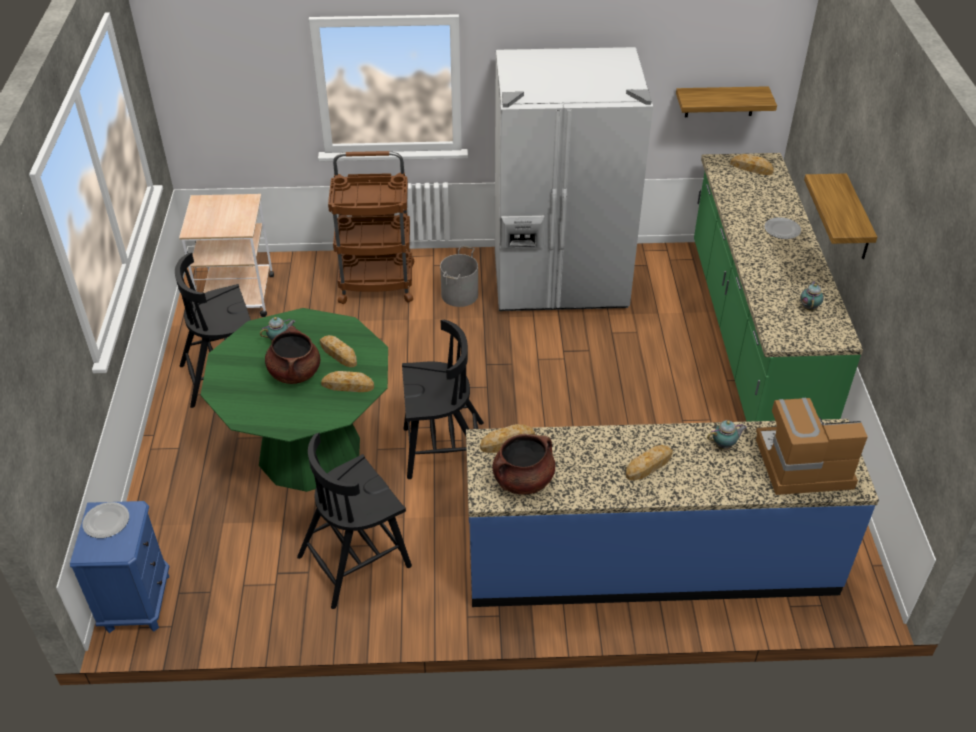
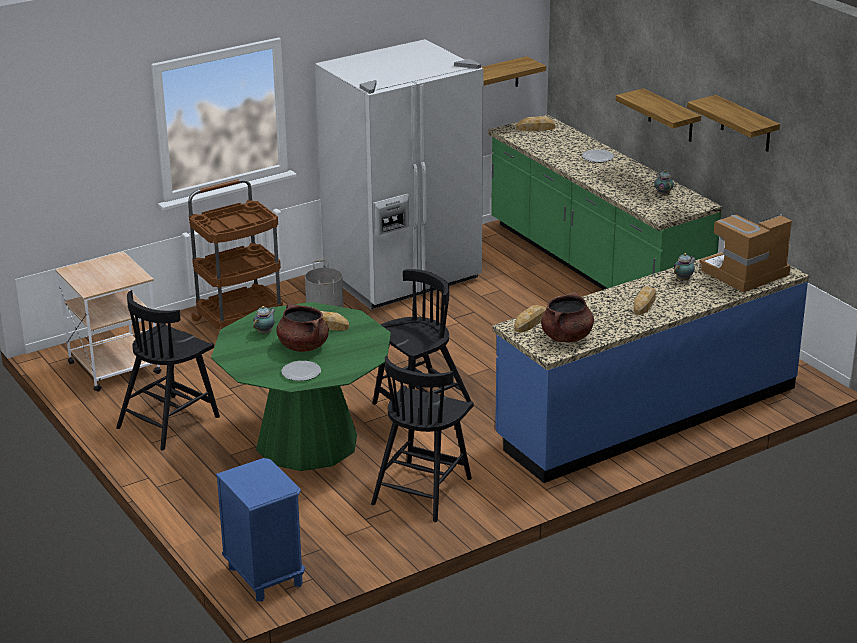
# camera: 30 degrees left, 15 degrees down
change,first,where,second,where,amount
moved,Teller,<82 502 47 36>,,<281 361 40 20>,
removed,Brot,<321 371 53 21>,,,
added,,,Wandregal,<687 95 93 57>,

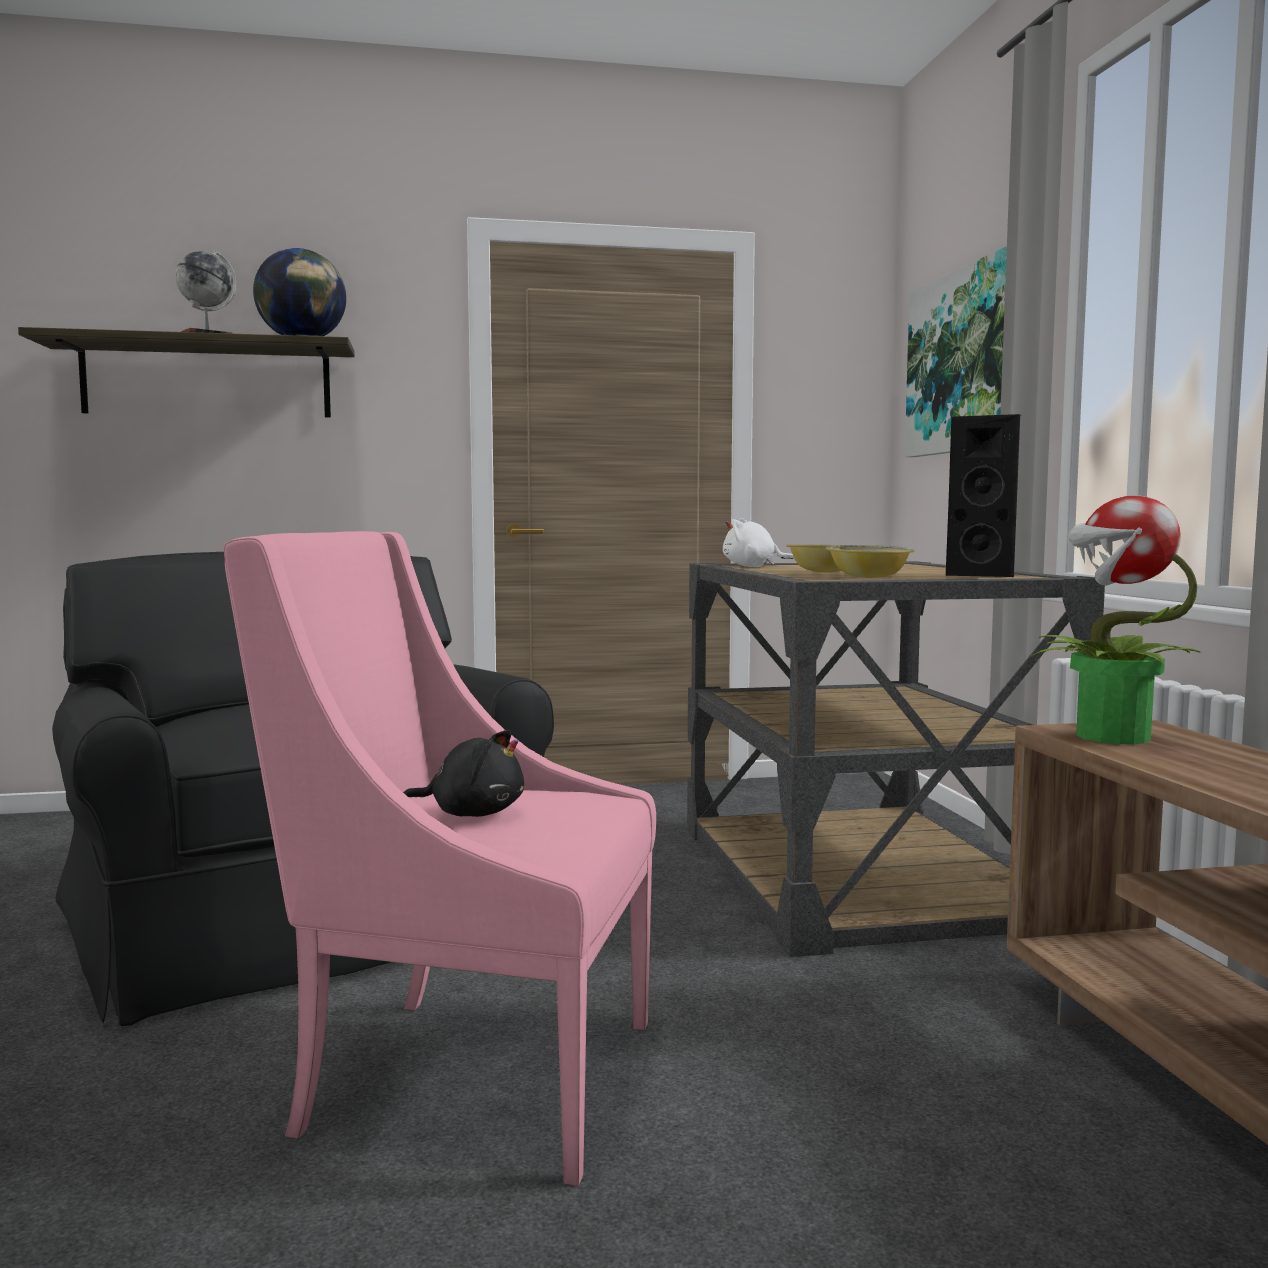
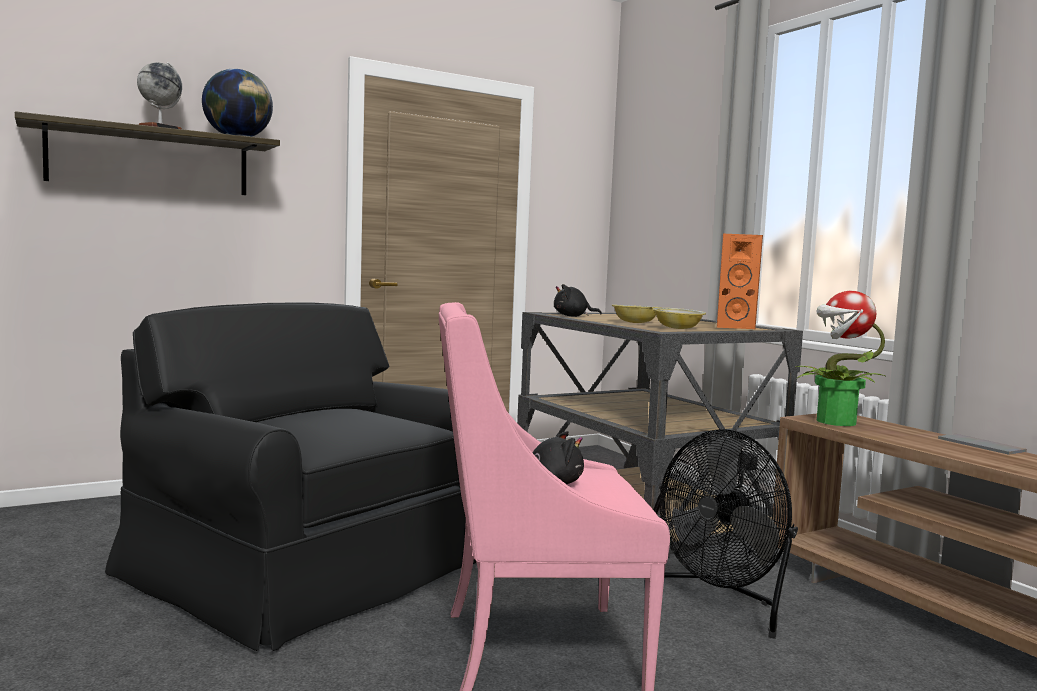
# camera: 20 degrees left, 0 degrees up
change,first,where,second,where,amount
recoloured,Plüschtier/weiß,<723 518 74 49>,Plüschtier/schwarz,<554 284 48 33>,
removed,Bild,<905 246 102 211>,,,
recoloured,Lautsprecher/schwarz,<946 414 75 163>,Lautsprecher/orange,<717 234 46 95>,
added,,,Ventilator/schwarz,<653 429 145 210>,

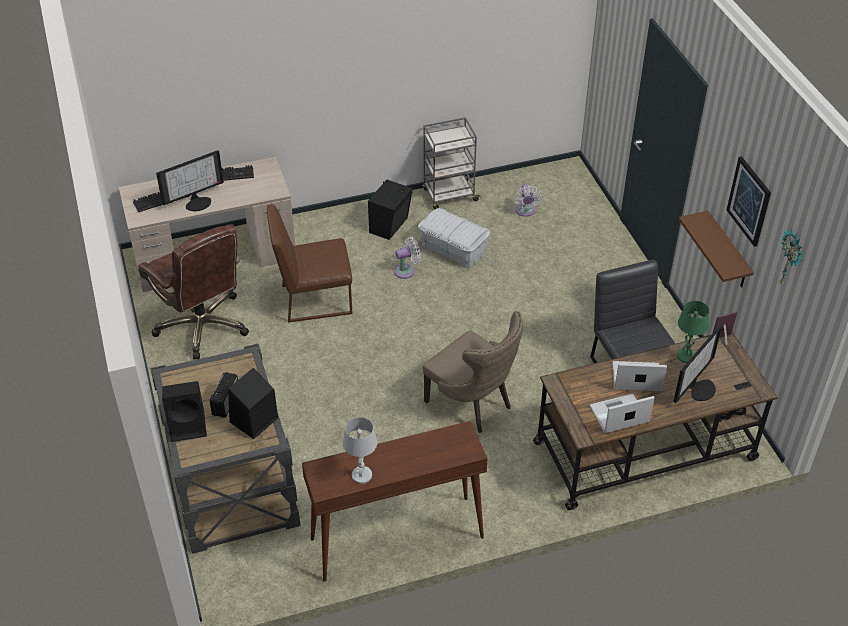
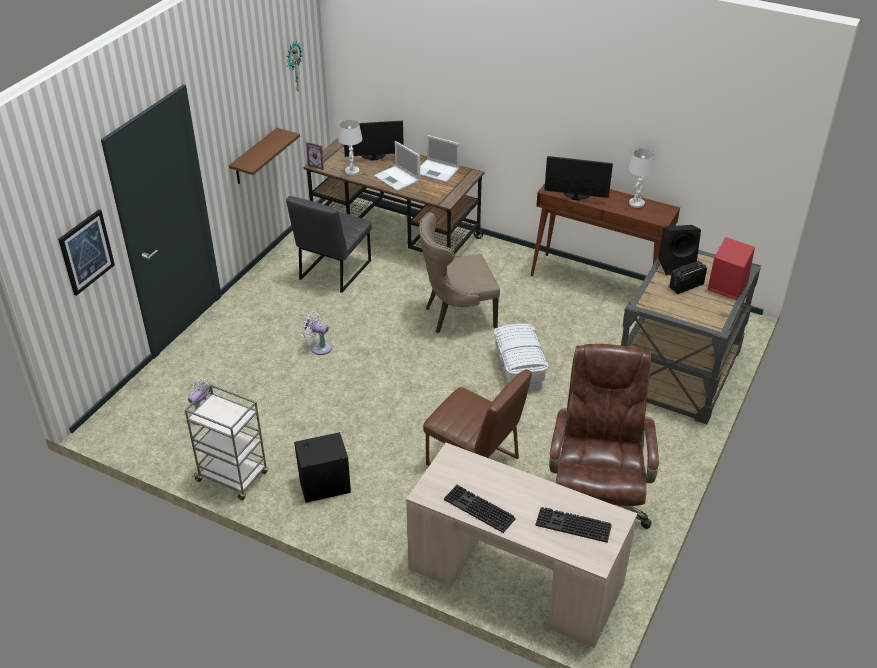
# camera: 135 degrees left, 5 degrees down
change,first,where,second,where,amount
moved,Monitor,<156 150 68 61>,,<544 156 69 45>,
recoloured,Lautsprecher/schwarz,<162 381 45 61>,Lautsprecher/rot,<708 237 47 63>,
moved,Ventilator/weiß,<394 237 27 42>,,<302 311 30 44>,
moved,Aufbewahrungsbox/weiß,<418 208 72 60>,,<494 324 54 67>,
turned,Stuhl/beige,<423 311 100 122>,,<419 212 81 121>,105 degrees counterclockwise
recoloured,Tischlampe/grün,<677 301 32 62>,Tischlampe/weiß,<338 120 24 55>,
moved,Bild,<727 156 44 91>,,<58 209 57 87>,

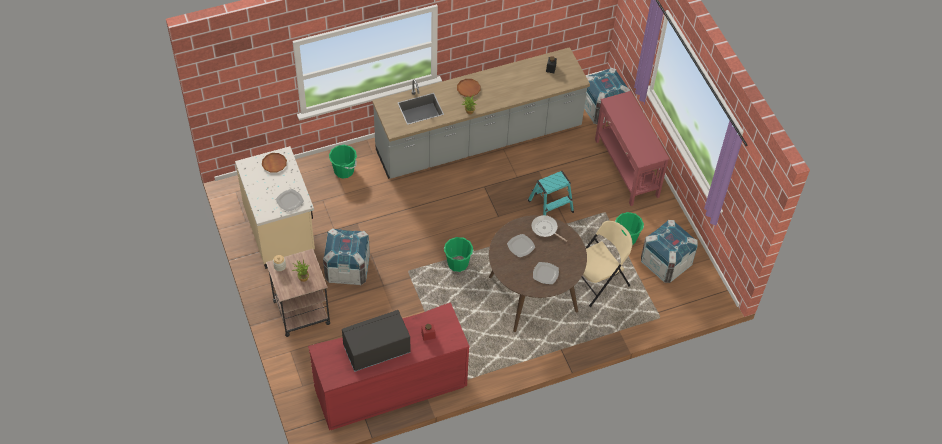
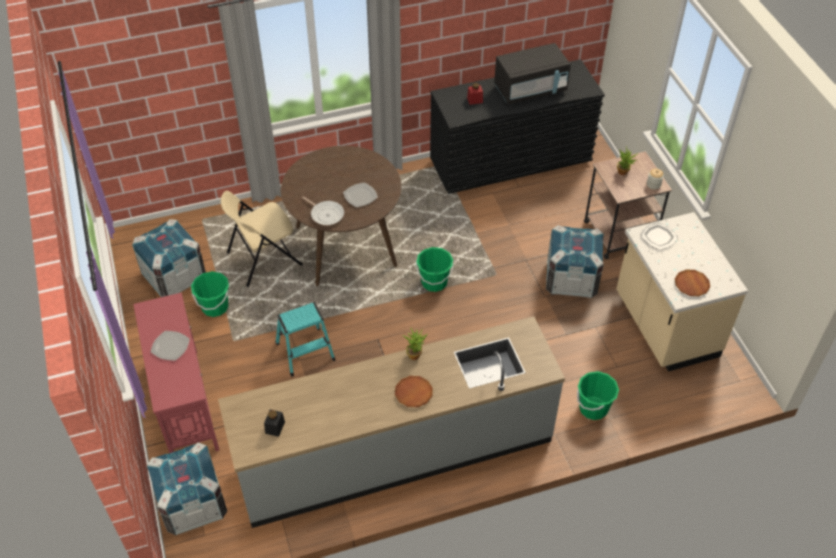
# camera: 175 degrees left, 5 degrees down
change,first,where,second,where,amount
recoloured,Kommode/rot,<308 302 162 128>,Kommode/schwarz,<430 59 175 135>,
moved,Teller,<533 262 26 22>,,<151 331 39 30>,

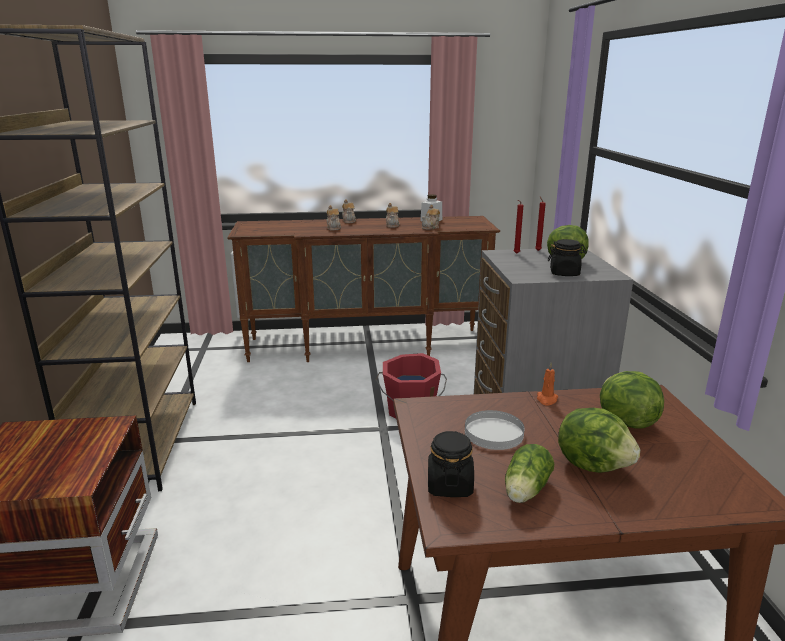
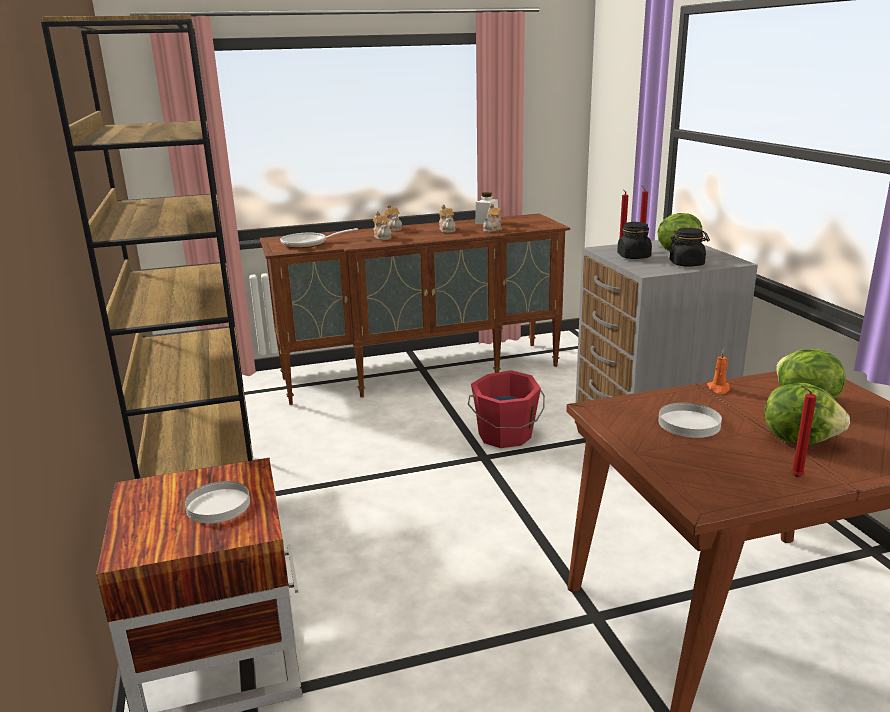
# camera: 10 degrees left, 0 degrees up
change,first,where,second,where,amount
moved,Vorratsglas/schwarz,<428 431 46 66>,,<617 222 35 37>,
removed,Salatkopf,<505 444 49 59>,,,
added,,,Teller/weiß,<185 481 65 42>,
added,,,Pfanne,<280 228 78 20>,
added,,,Kerze/rot,<791 385 26 92>,

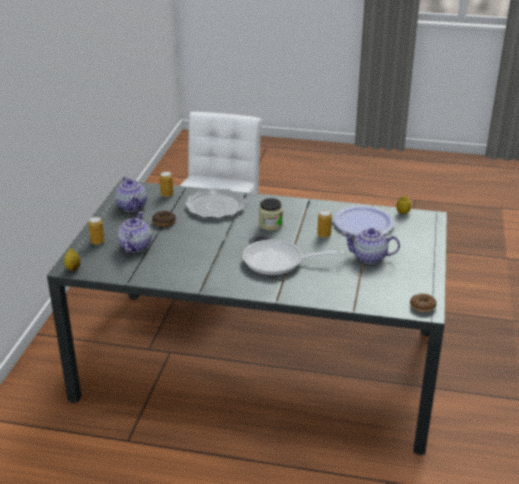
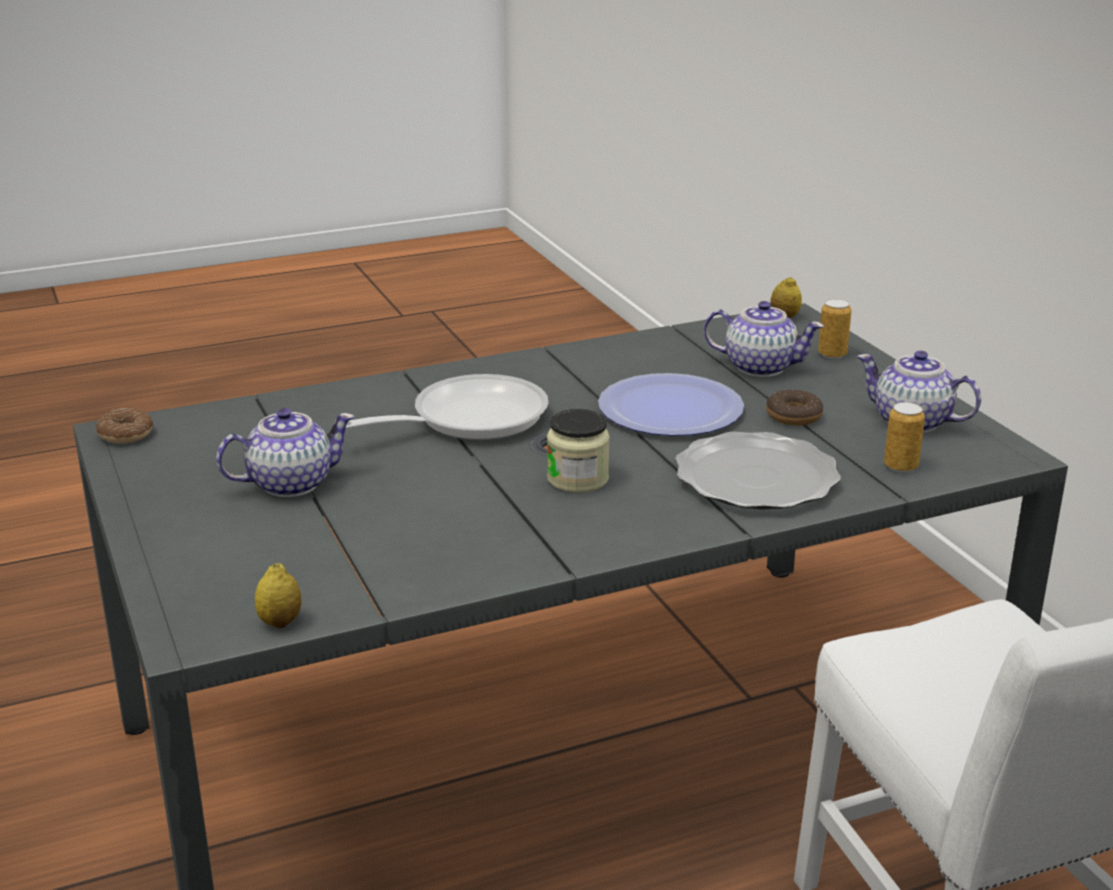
# camera: 145 degrees right, 5 degrees down
change,first,where,second,where,amount
turned,Teekanne,<117 212 35 41>,,<704 301 120 76>,45 degrees counterclockwise
removed,Dose,<317 210 15 28>,,,
moved,Teller,<333 206 62 30>,,<598 373 146 63>,

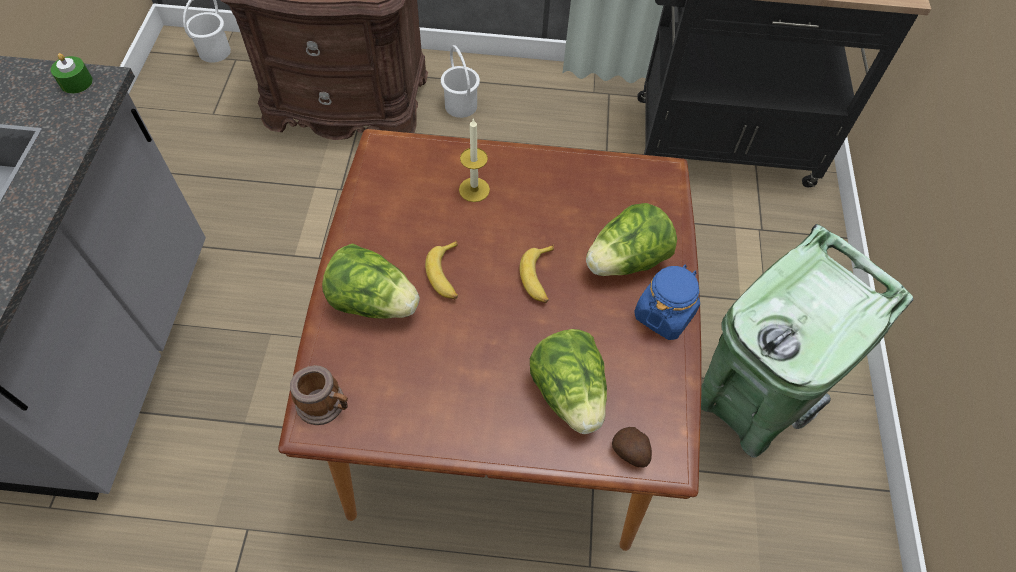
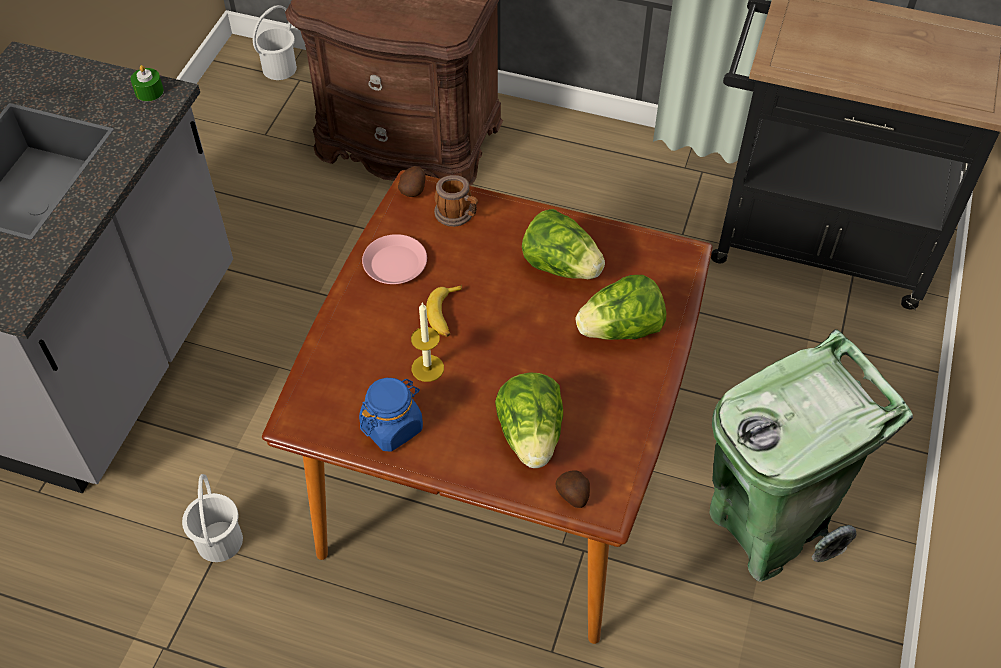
# camera: 15 degrees right, 5 degrees down
change,first,where,second,where,amount
moved,Henkelbecher,<290 365 58 60>,,<434 175 44 52>,
moved,Salatkopf,<322 243 98 76>,,<522 209 83 70>,
moved,Eimer/weiß,<441 45 39 73>,,<182 474 61 88>,
moved,Kerze,<459 118 31 84>,,<411 303 33 79>,
removed,Banane,<519 245 35 58>,,,
moved,Vorratsglas/blau,<634 264 66 76>,,<359 378 64 74>,
added,,,Teller/rosa,<362 234 65 50>,
added,,,Kartoffel,<398 166 28 31>,

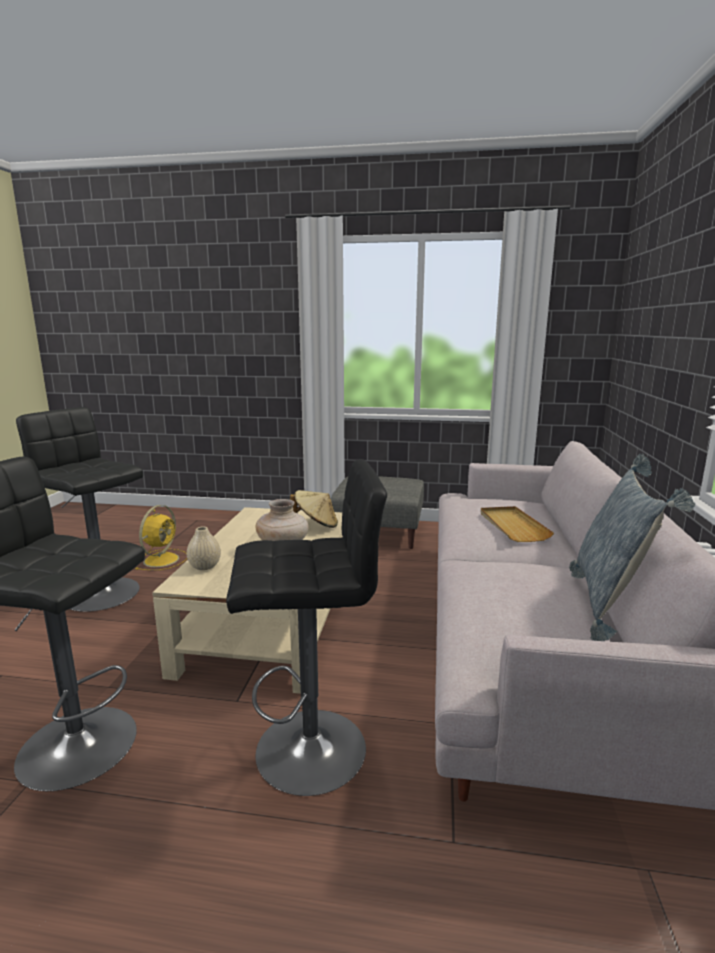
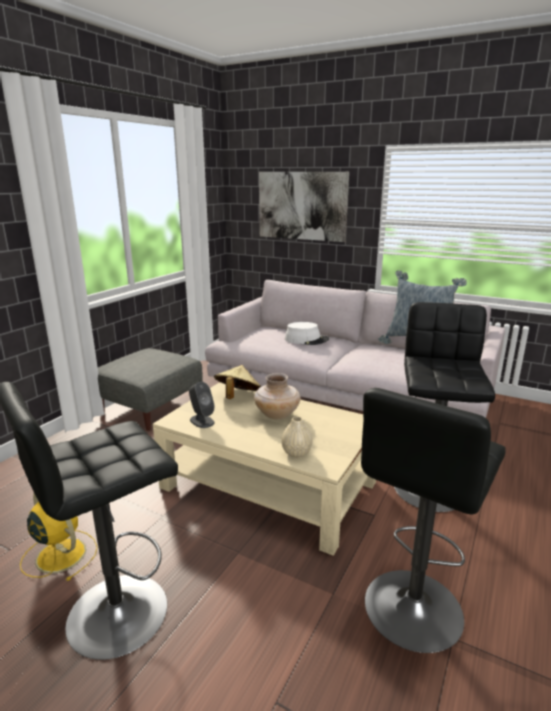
# camera: 70 degrees left, 5 degrees up
change,first,where,second,where,amount
replaced,Tablett/beige,<481 506 73 36>,Hut/weiß,<285 322 44 23>,
added,,,Lautsprecher/grau,<189 382 26 46>,
added,,,Bild,<259 172 90 70>,

